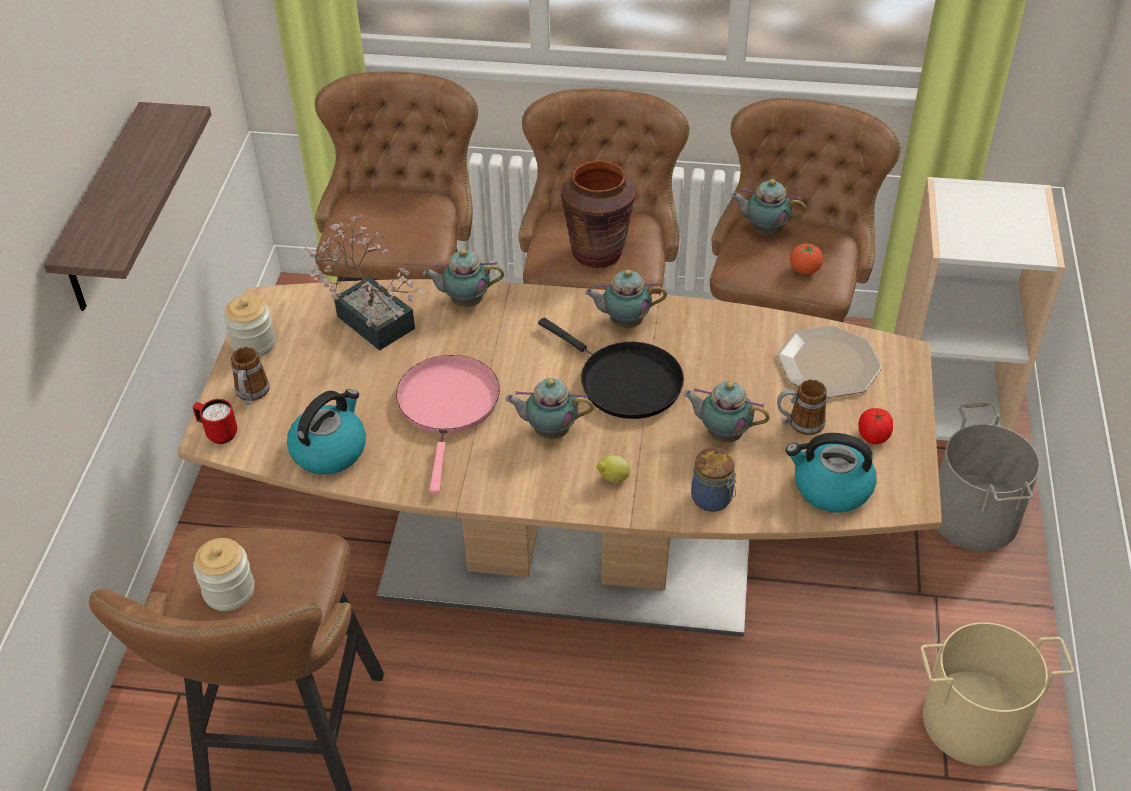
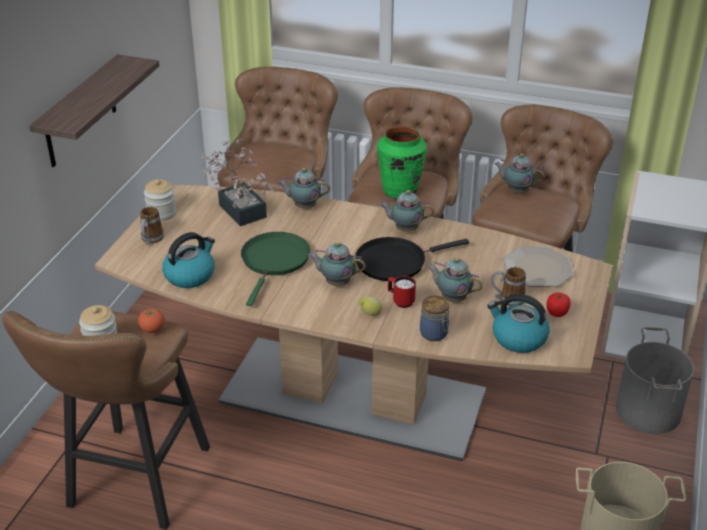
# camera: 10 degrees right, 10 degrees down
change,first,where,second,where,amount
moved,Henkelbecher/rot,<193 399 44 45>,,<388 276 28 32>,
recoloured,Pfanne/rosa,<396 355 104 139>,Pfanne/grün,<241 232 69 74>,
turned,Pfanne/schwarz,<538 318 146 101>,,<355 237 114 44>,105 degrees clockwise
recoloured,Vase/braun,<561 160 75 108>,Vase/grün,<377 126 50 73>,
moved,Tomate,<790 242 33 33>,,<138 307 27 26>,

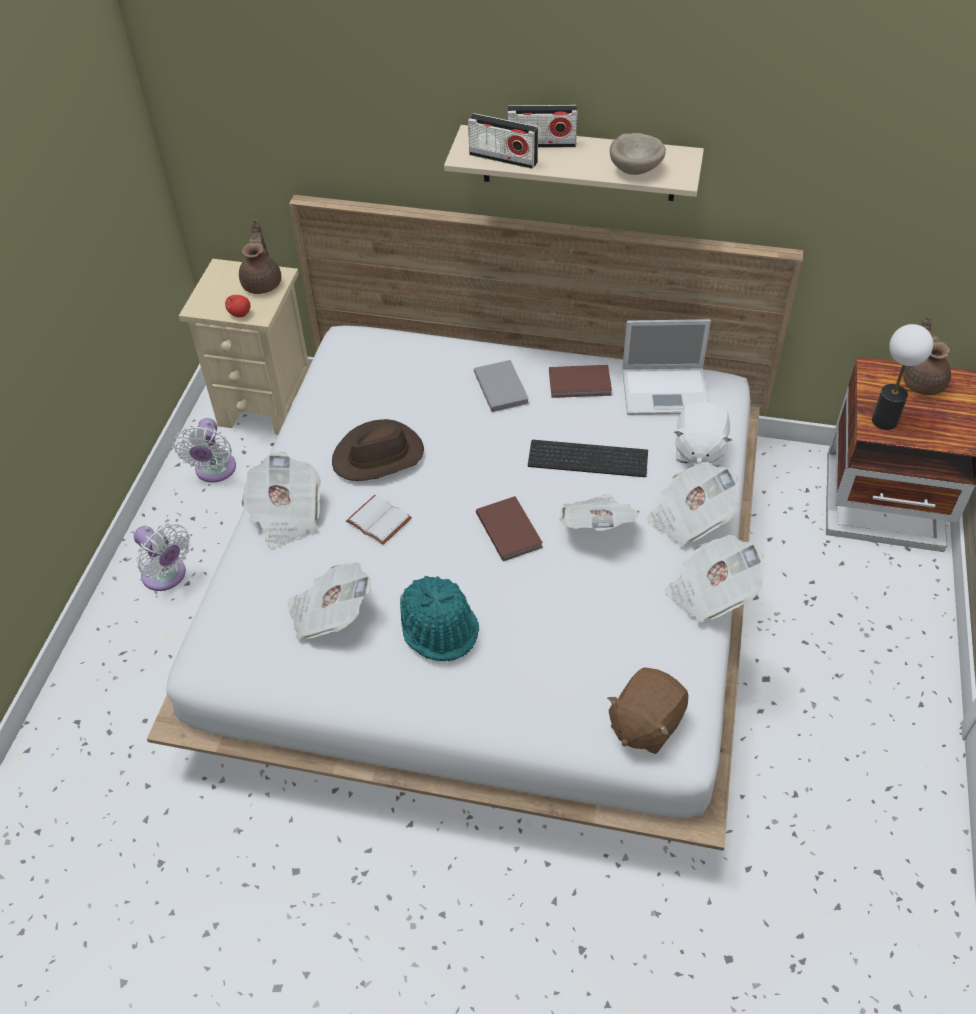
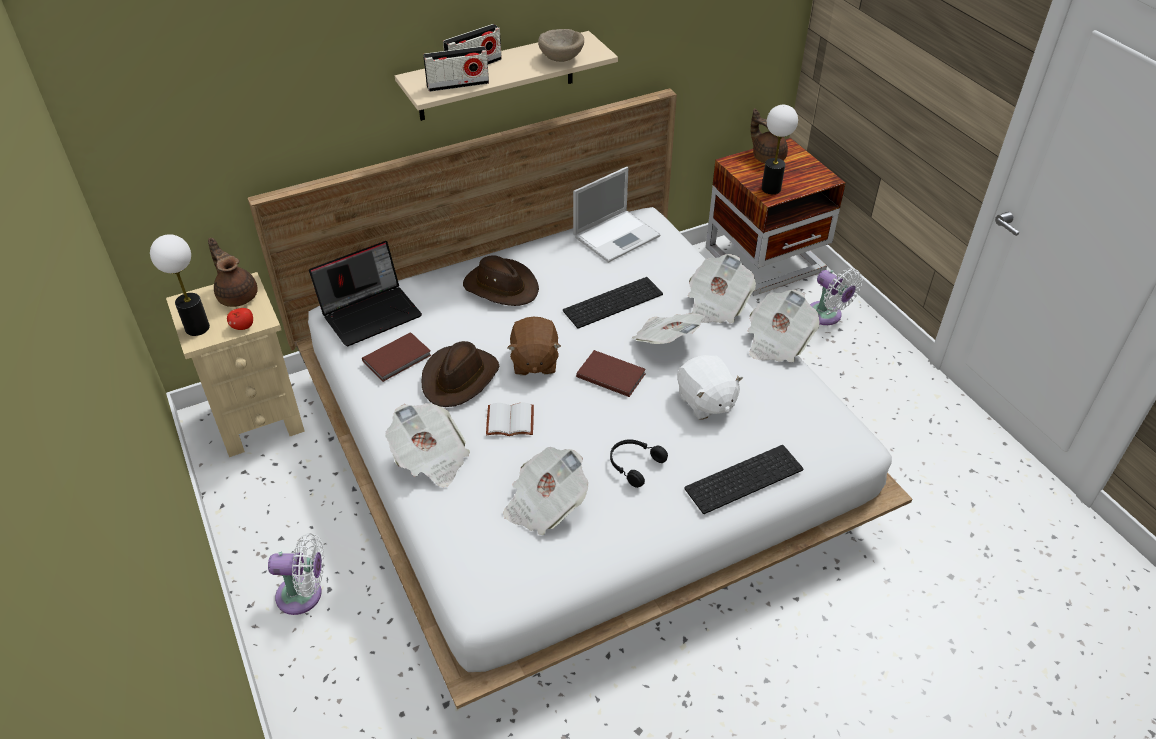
# camera: 40 degrees left, 5 degrees down
change,first,where,second,where,amount
moved,Ventilator/weiß,<173 418 63 65>,,<810 268 53 57>,
replaced,Hut/türkis,<400 576 79 86>,Kopfhörer/schwarz,<610 439 58 49>,
replaced,Buch/grau,<474 360 55 52>,Hut/braun,<463 255 76 51>,
moved,Buch/braun,<549 365 63 33>,,<362 332 70 50>,
moved,Plüschtier/braun,<607 667 81 87>,,<507 316 54 59>,
moved,Plüschtier/weiß,<674 402 59 65>,,<677 355 66 64>,
added,,,Tischlampe,<150 234 60 102>,
added,,,Laptop,<309 241 113 105>,
added,,,Tastatur,<684 445 119 69>,

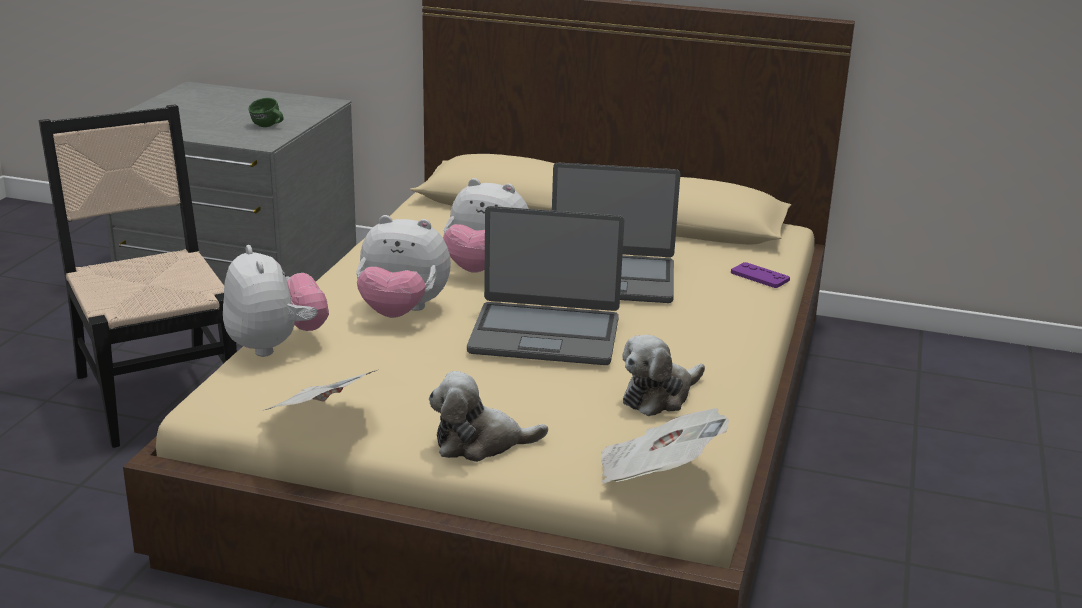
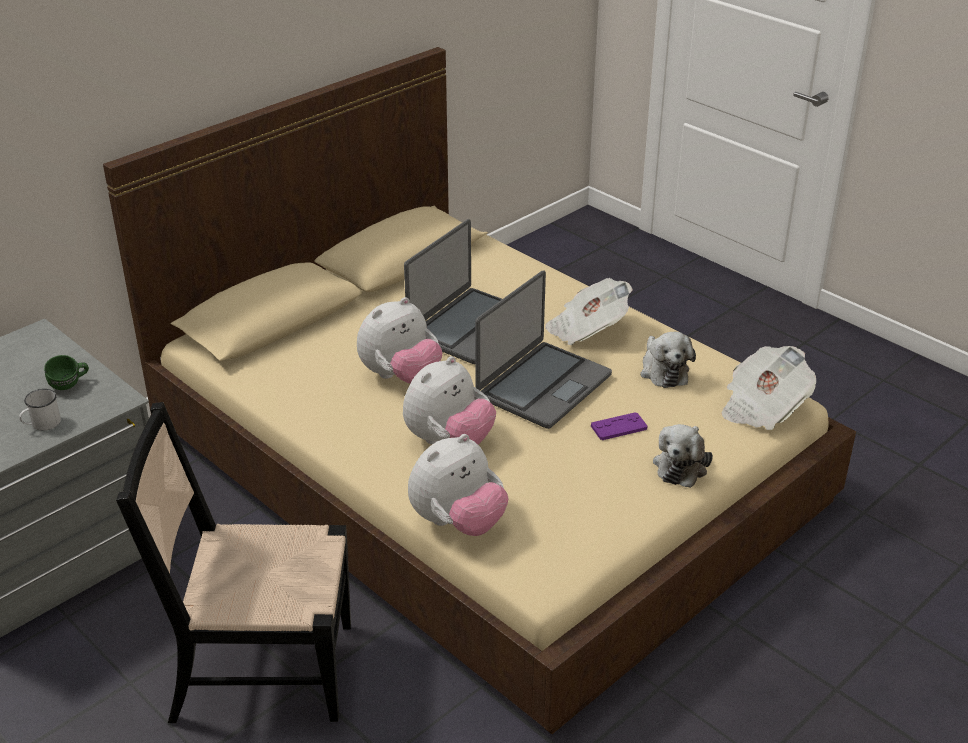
# camera: 60 degrees left, 10 degrees up
change,first,where,second,where,amount
turned,Plüschtier,<223 245 106 112>,,<408 434 101 102>,135 degrees clockwise
moved,Zeitung,<261 371 114 40>,,<545 278 88 68>,
moved,Gamepad/lila,<731 262 59 26>,,<591 412 57 28>,
added,,,Henkelbecher/weiß,<19 389 42 42>,

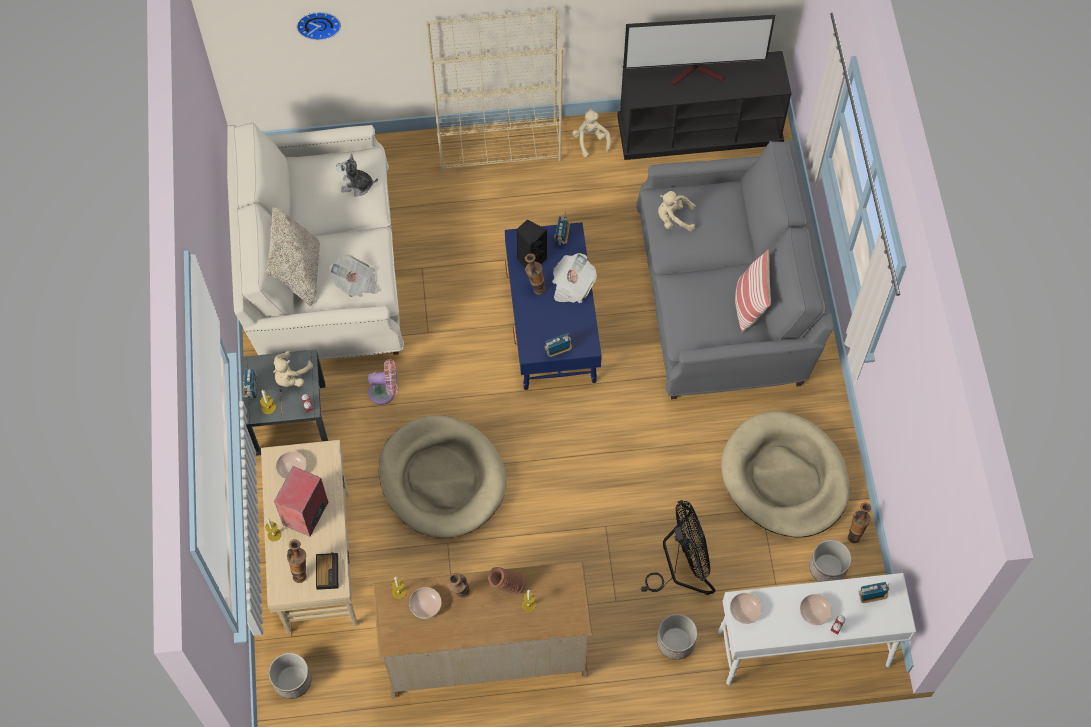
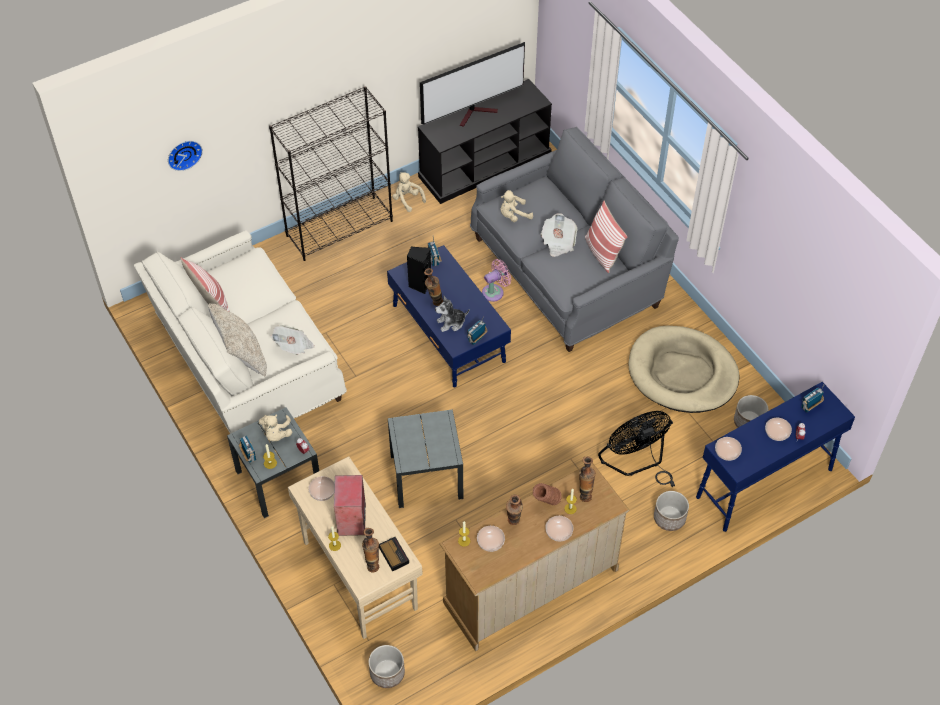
# camera: 25 degrees left, 10 degrees down
change,first,where,second,where,amount
moved,Plüschtier,<336 153 42 43>,,<435 296 35 36>,
moved,Ventilator/rosa,<368 359 30 46>,,<482 259 29 43>,
replaced,Hundebett/beige,<379 415 128 123>,Beistelltisch/grau,<388 410 76 98>,
recoloured,Bücherregal/beige,<426 9 137 164>,Bücherregal/schwarz,<269 86 124 175>,
moved,Zeitung,<552 253 45 50>,,<541 213 36 44>,
turned,Ventilator/schwarz,<640 500 76 95>,,<598 411 77 76>,75 degrees counterclockwise
recoloured,Konsolentisch/weiß,<718 573 198 112>,Konsolentisch/blau,<696 382 159 150>,
moved,Vase,<848 503 23 40>,,<579 456 17 46>,
added,,,Kissen,<181 258 48 53>,
added,,,Schüssel,<545 516 29 25>,

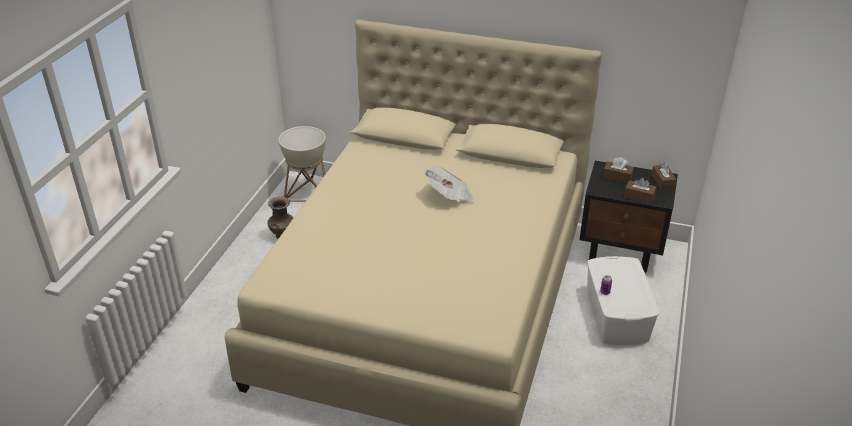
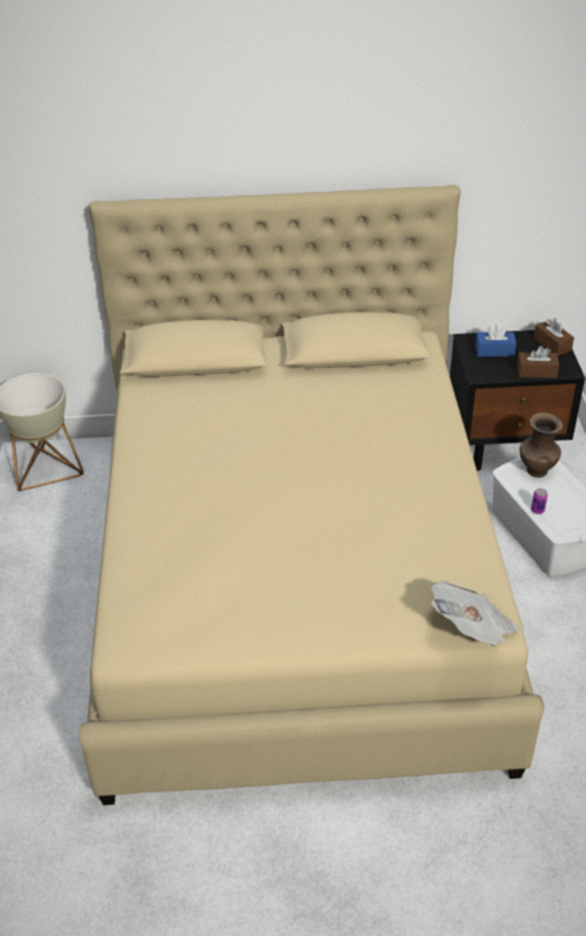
# camera: 20 degrees left, 5 degrees up
change,first,where,second,where,amount
moved,Vase/braun,<267 196 26 43>,,<520 412 43 66>,
moved,Zeitung,<424 166 51 36>,,<431 581 89 65>,
recoloured,Taschentuchbox/braun,<603 157 31 26>,Taschentuchbox/blau,<475 324 41 33>,

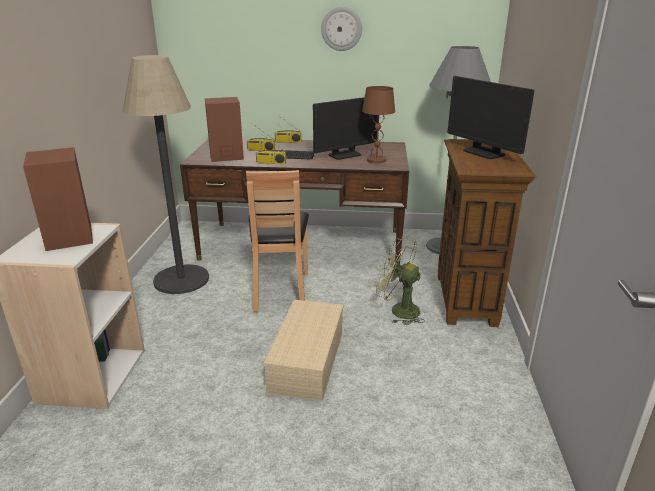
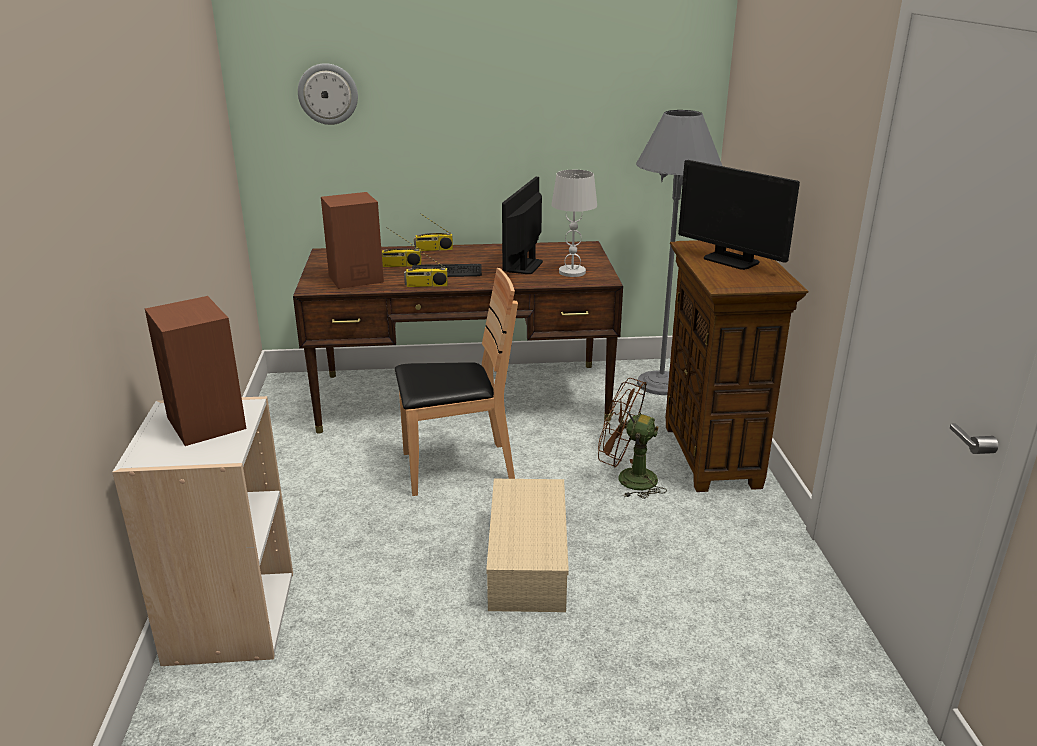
# camera: 10 degrees left, 0 degrees up
change,first,where,second,where,amount
removed,Stehlampe,<123 55 86 239>,,,
turned,Stuhl/braun,<246 170 63 142>,,<395 268 123 228>,90 degrees counterclockwise
turned,Monitor,<313 97 65 63>,,<502 177 41 97>,150 degrees clockwise
moved,Wanduhr,<321 7 41 44>,,<298 63 60 62>,
recoloured,Tischlampe/braun,<362 86 33 77>,Tischlampe/weiß,<551 170 46 107>,
recoloured,Ventilator/grün,<374 236 51 89>,Ventilator/braun,<598 378 69 121>,

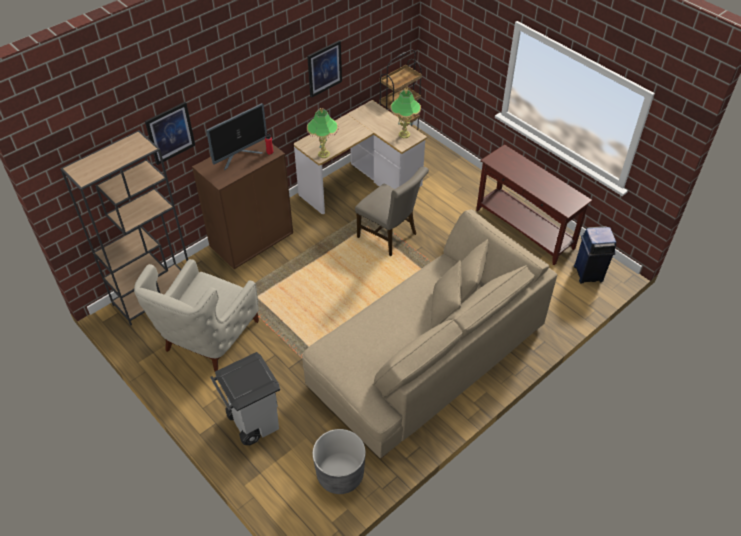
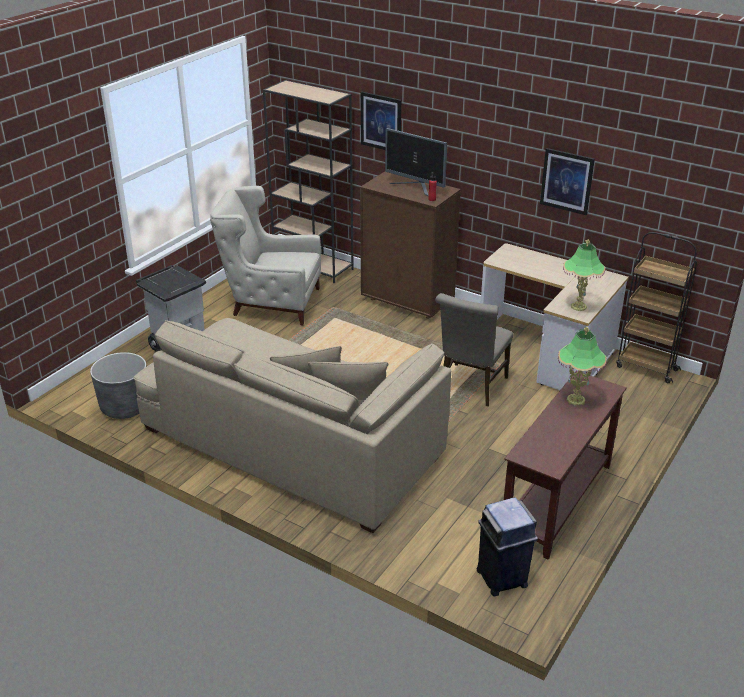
# camera: 75 degrees right, 15 degrees down
change,first,where,second,where,amount
moved,Tischlampe,<307 108 31 50>,,<558 327 49 78>,

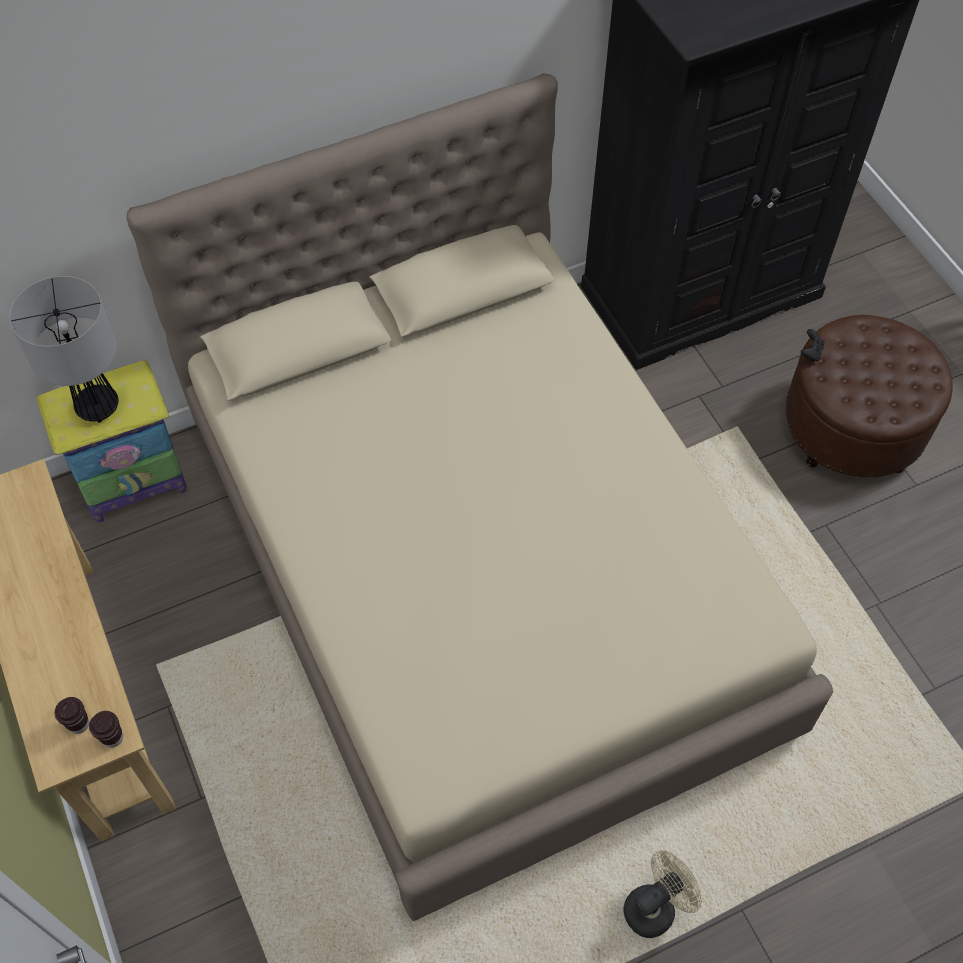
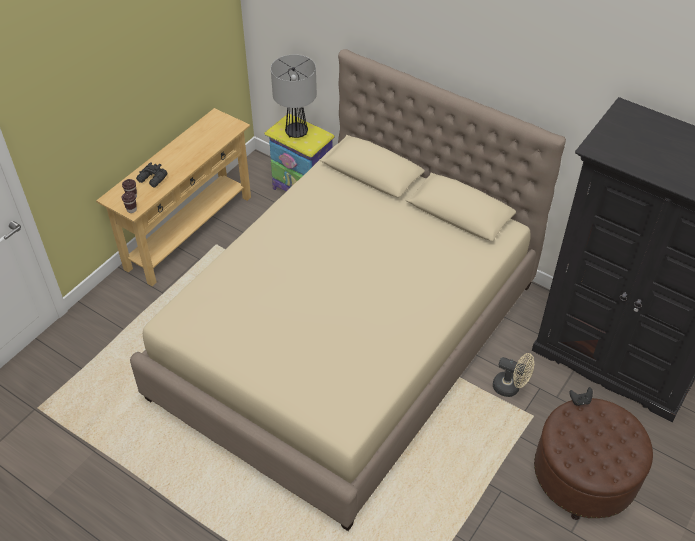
# camera: 60 degrees right, 10 degrees down
change,first,where,second,where,amount
moved,Ventilator/beige,<623 850 79 88>,,<493 353 41 44>,
added,,,Fernglas/schwarz,<136 162 32 25>,

